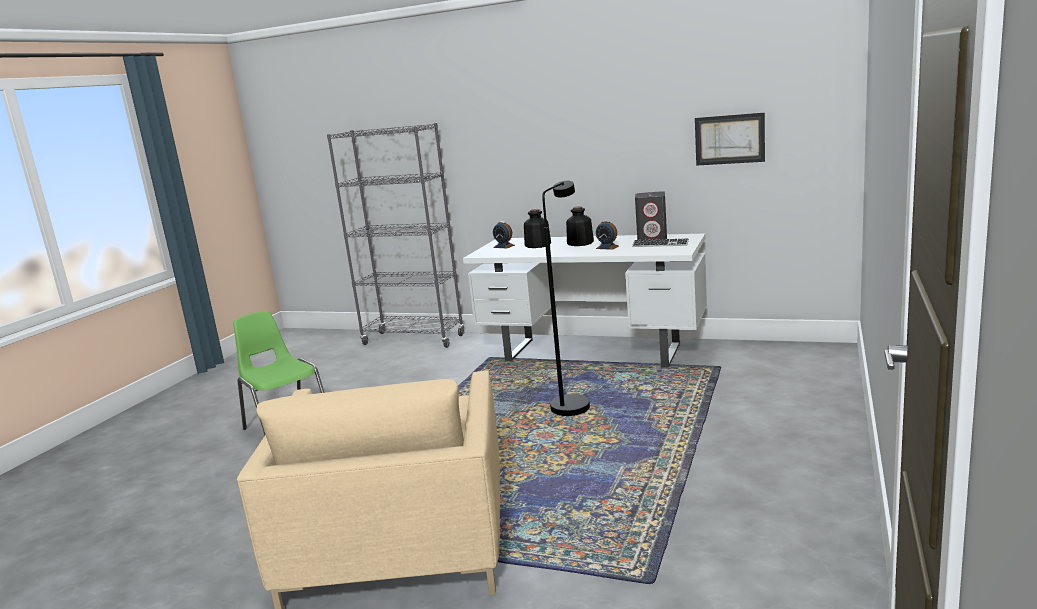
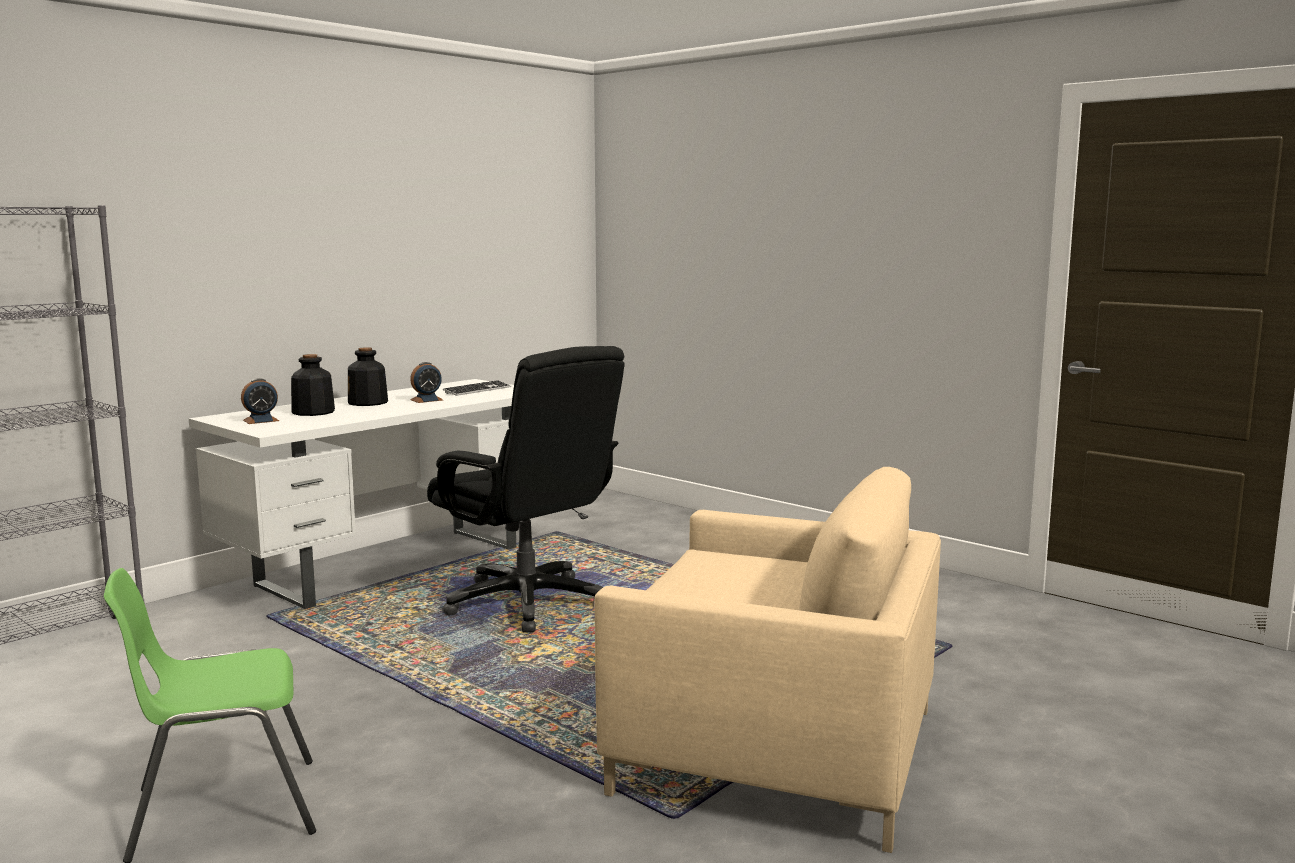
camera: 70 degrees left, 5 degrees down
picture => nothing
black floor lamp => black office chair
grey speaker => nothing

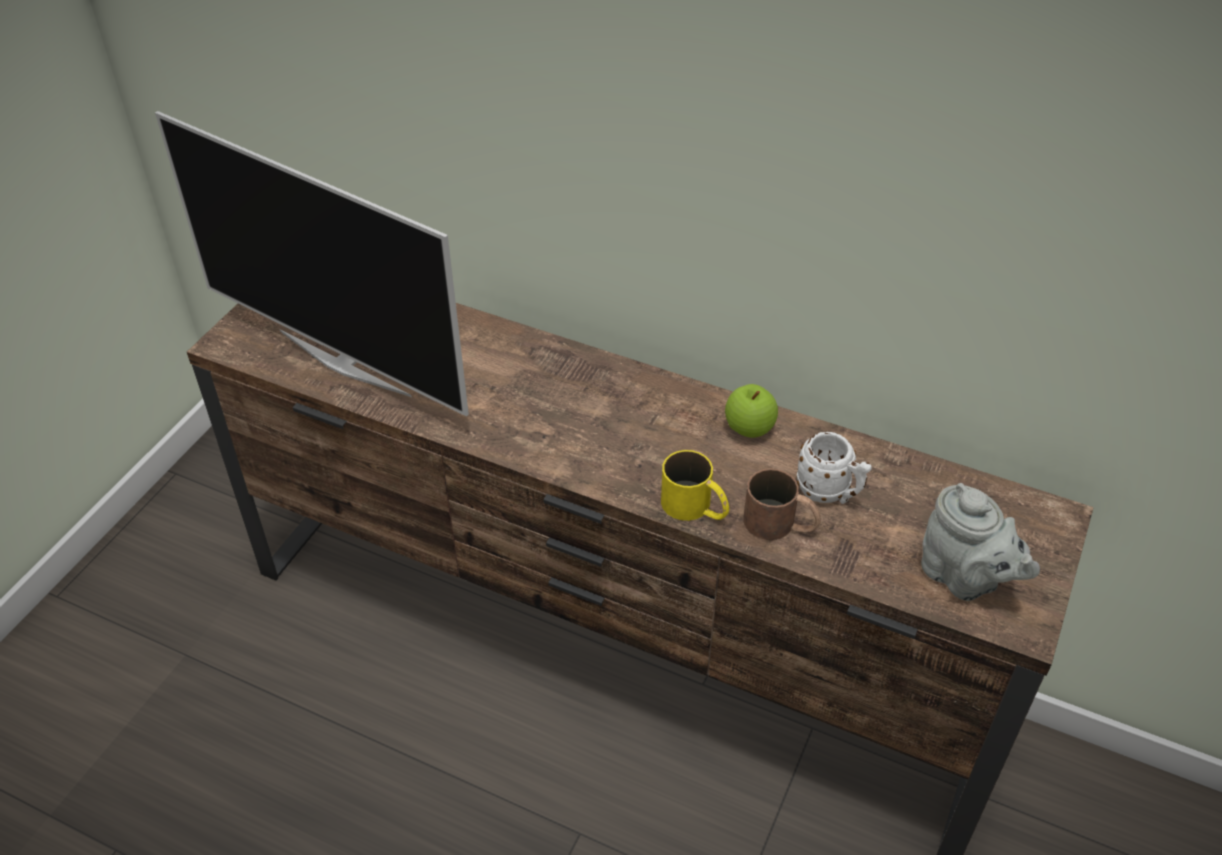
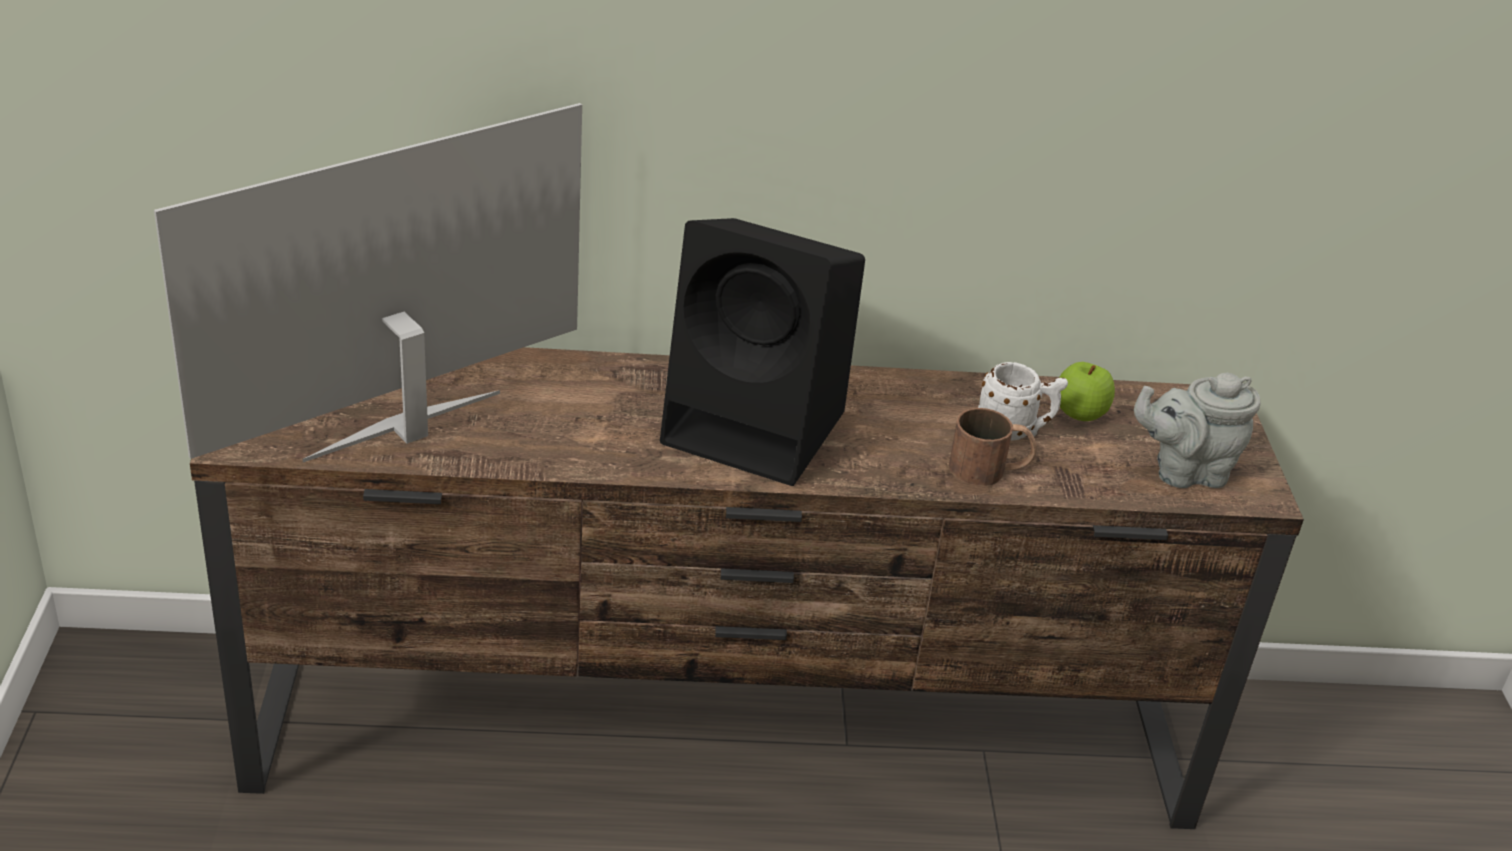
camera: 30 degrees left, 10 degrees down
television, 135 degrees clockwise
apple, move
yellow mug => nothing
grey teapot, 150 degrees clockwise
nothing => black speaker

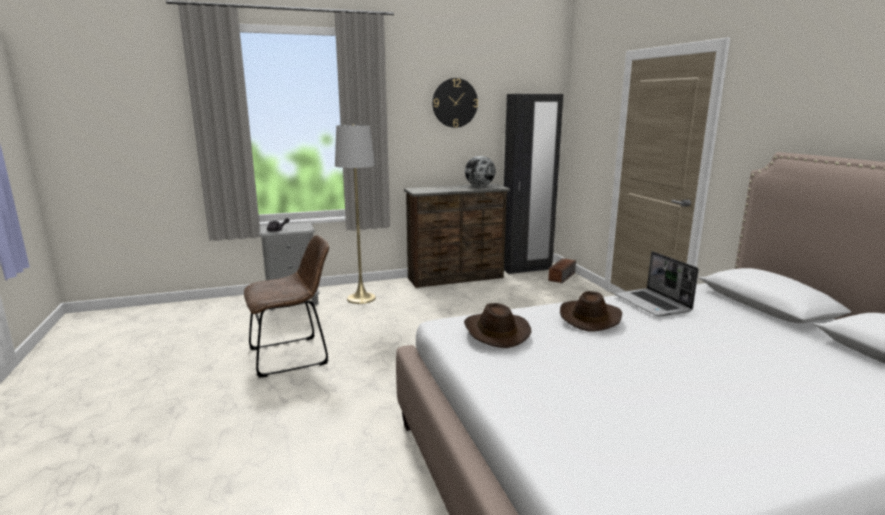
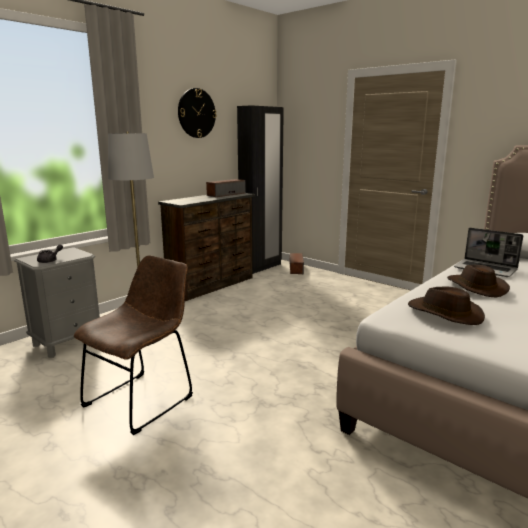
camera: 30 degrees left, 0 degrees up
globe => speaker (1st from left)

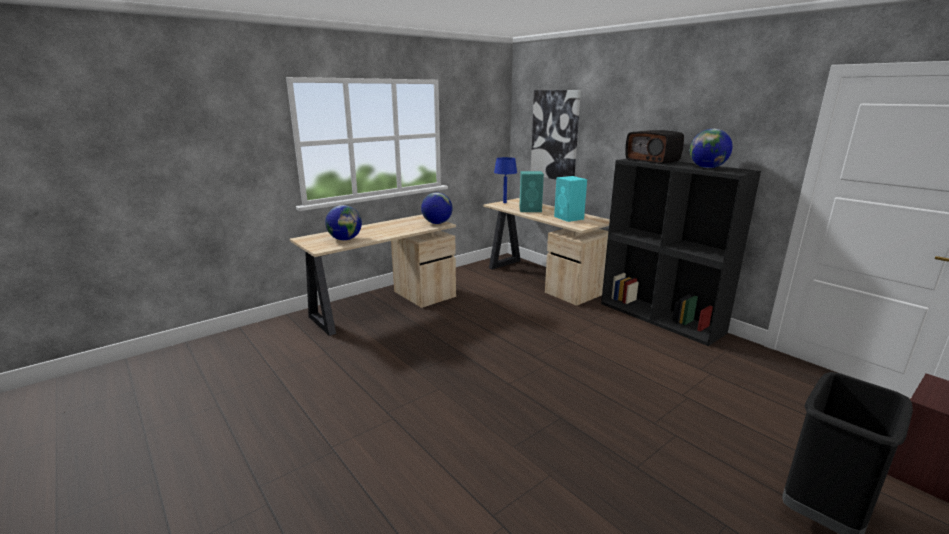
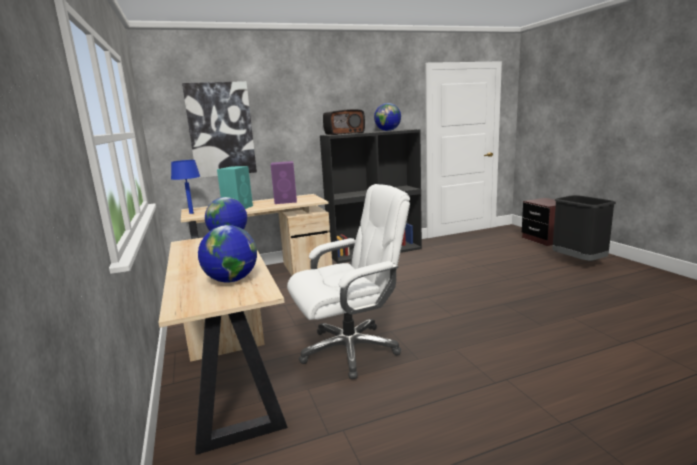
camera: 70 degrees left, 5 degrees down
turquoise speaker (2nd from left) => purple speaker
nothing => white office chair

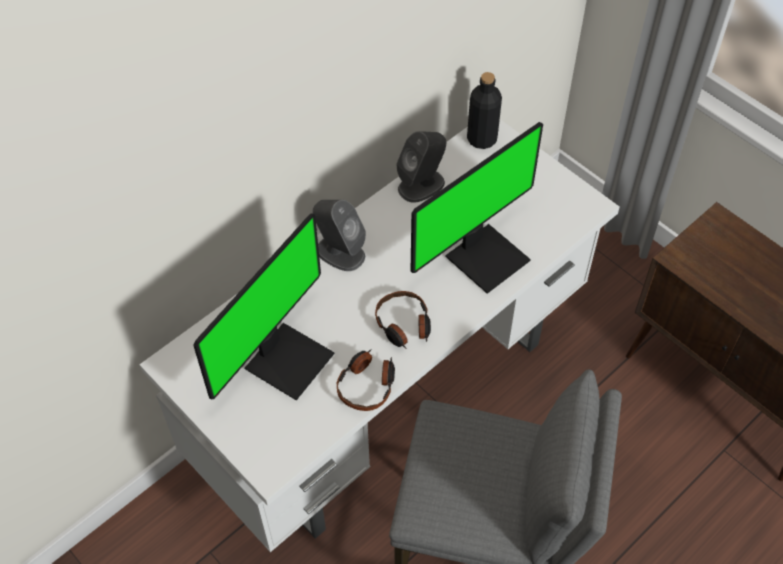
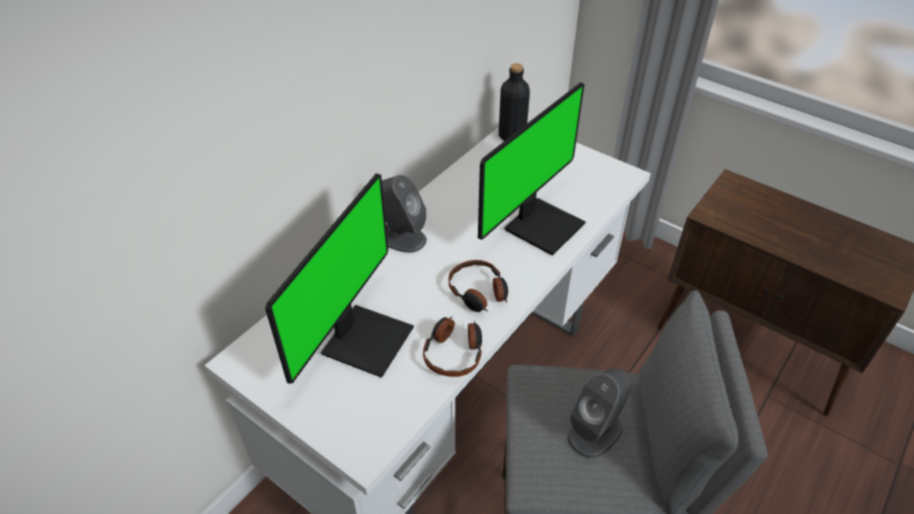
camera: 10 degrees left, 10 degrees down
grey speaker (2nd from left), move

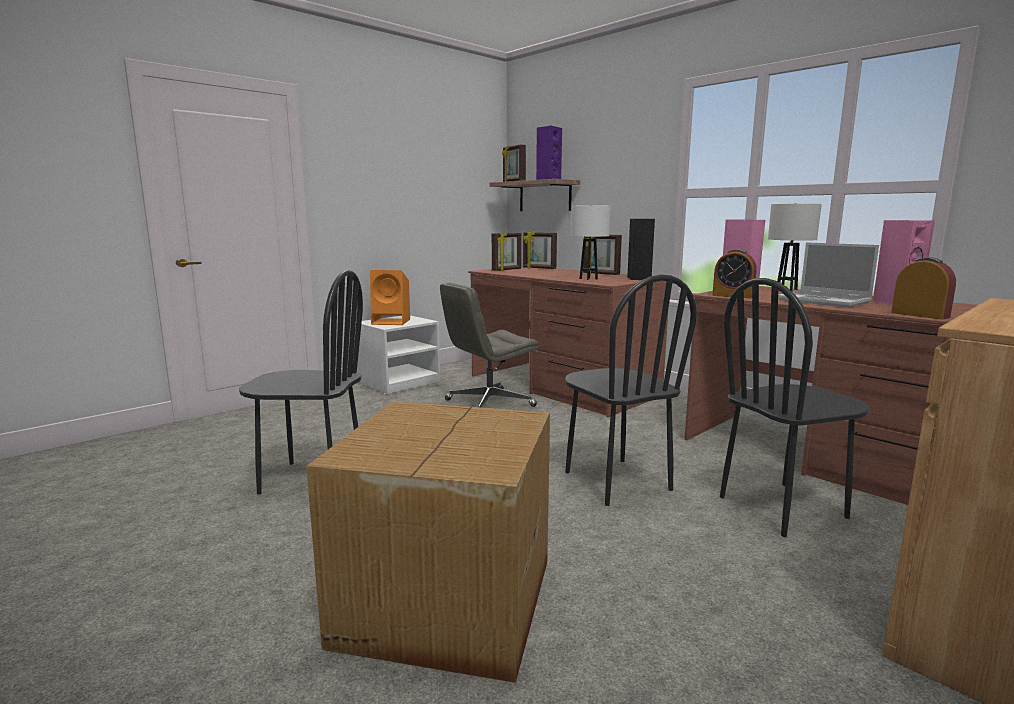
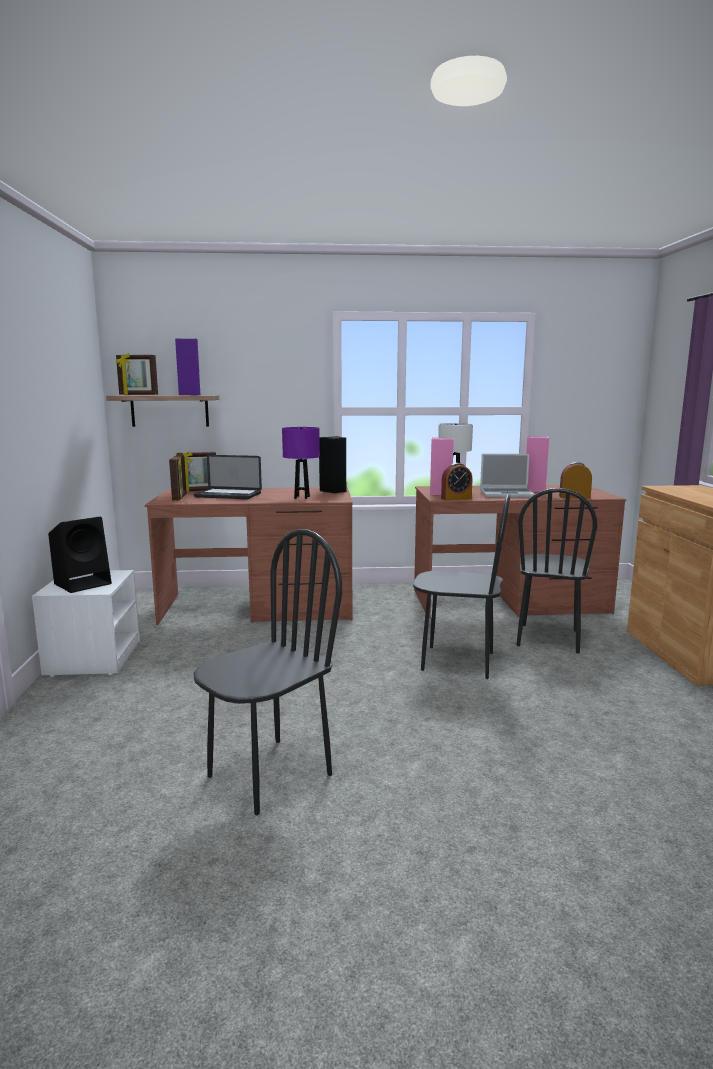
camera: 50 degrees left, 0 degrees up
white table lamp (1st from left) => purple table lamp
picture frame (4th from left) => nothing
orange speaker => black speaker (1st from left)
grey office chair => nothing
cardboard box => nothing
nothing => laptop (1st from left)

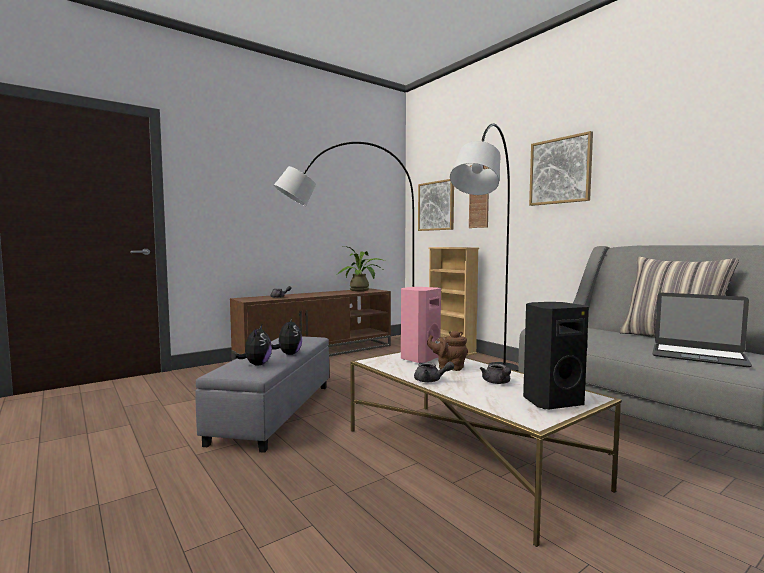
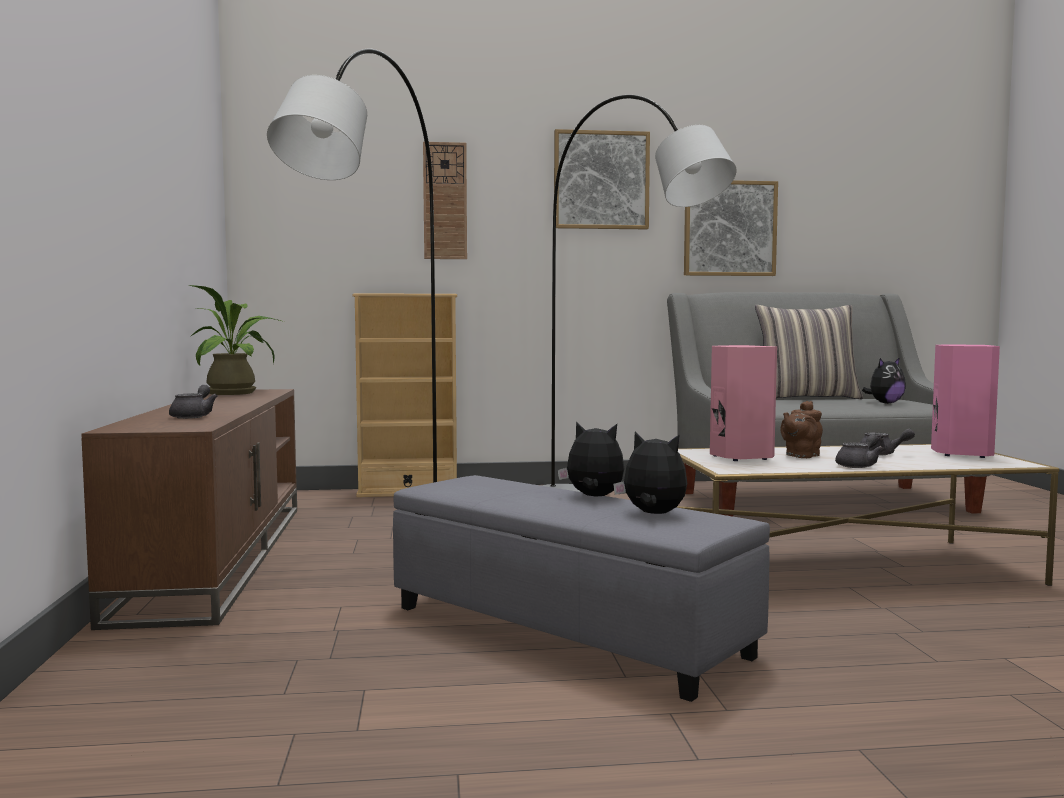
camera: 60 degrees left, 0 degrees up
picture (1st from left in the first image) => picture (2nd from left), move
laptop => plush toy (3rd from left)
black speaker => pink speaker (2nd from left)

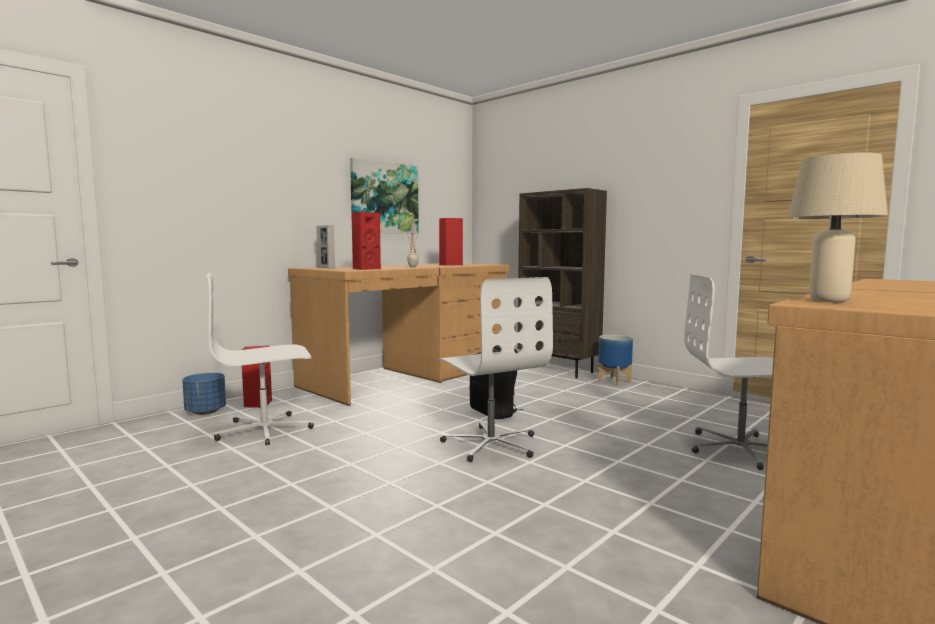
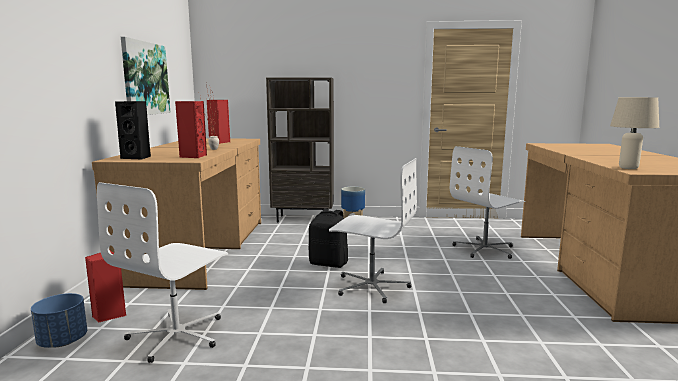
camera: 40 degrees left, 5 degrees up
picture frame => black speaker

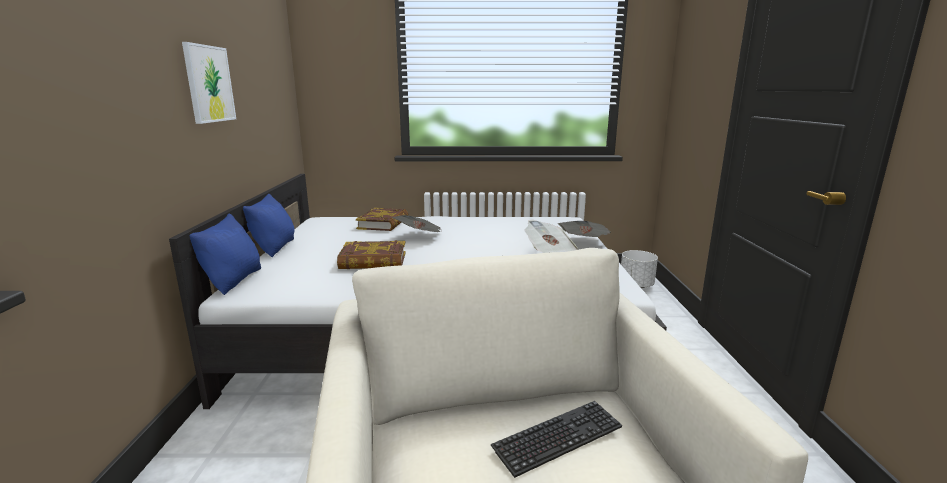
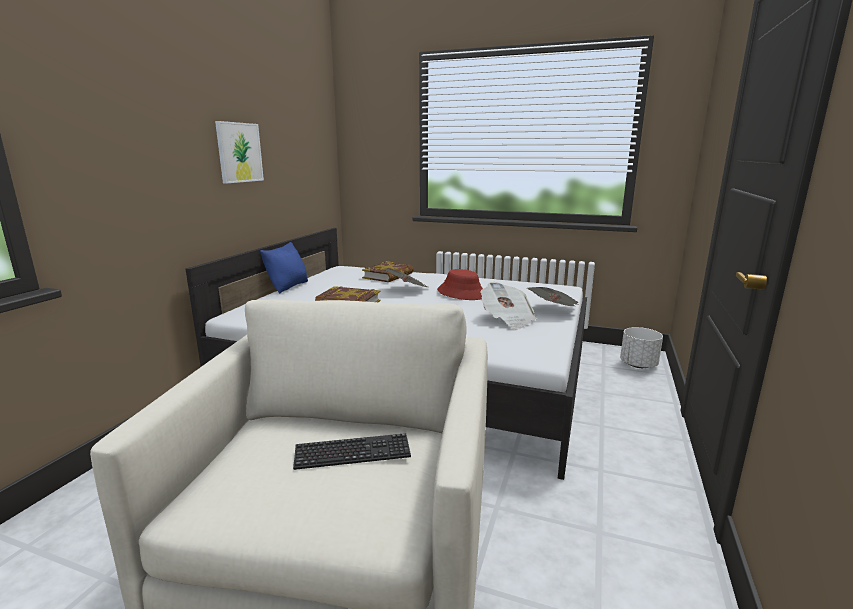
camera: 20 degrees right, 0 degrees up
blue pillow (1st from left) => nothing
nothing => red hat

